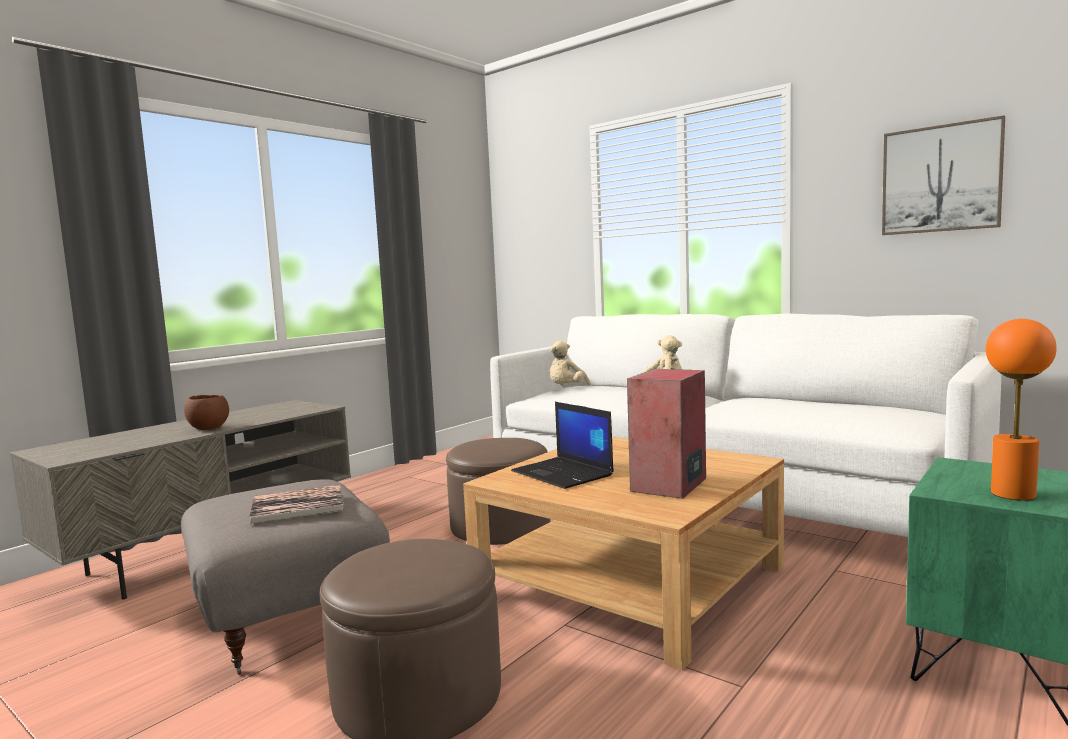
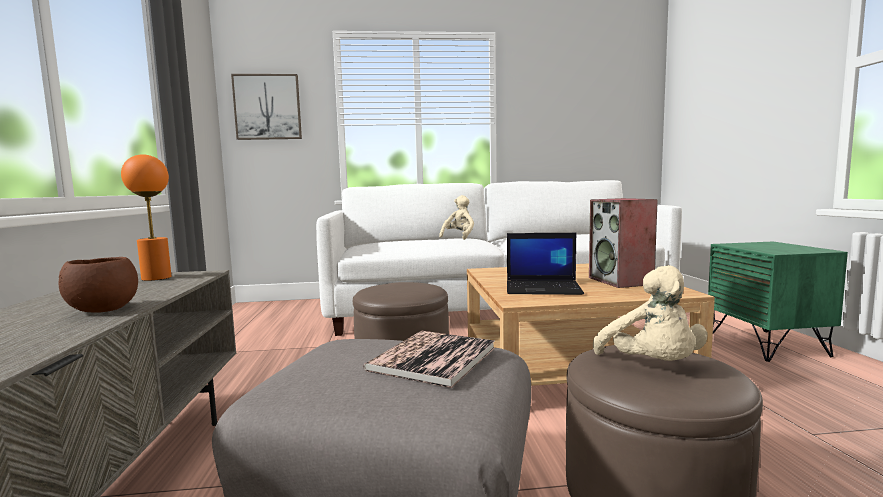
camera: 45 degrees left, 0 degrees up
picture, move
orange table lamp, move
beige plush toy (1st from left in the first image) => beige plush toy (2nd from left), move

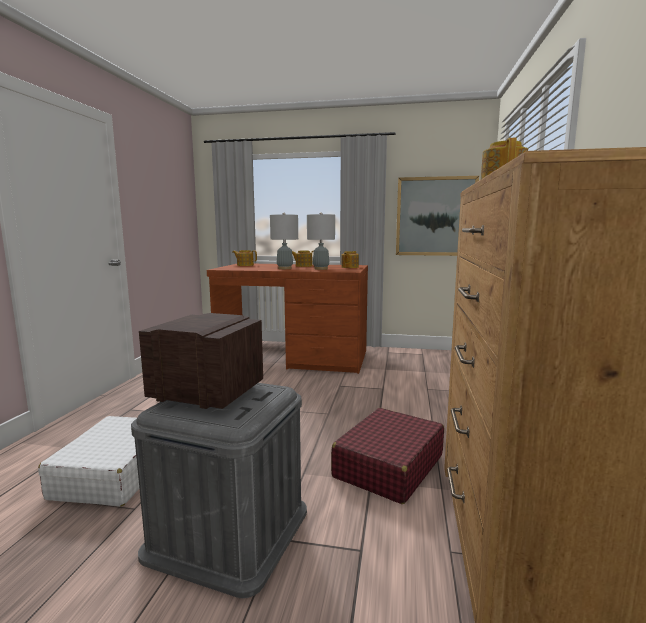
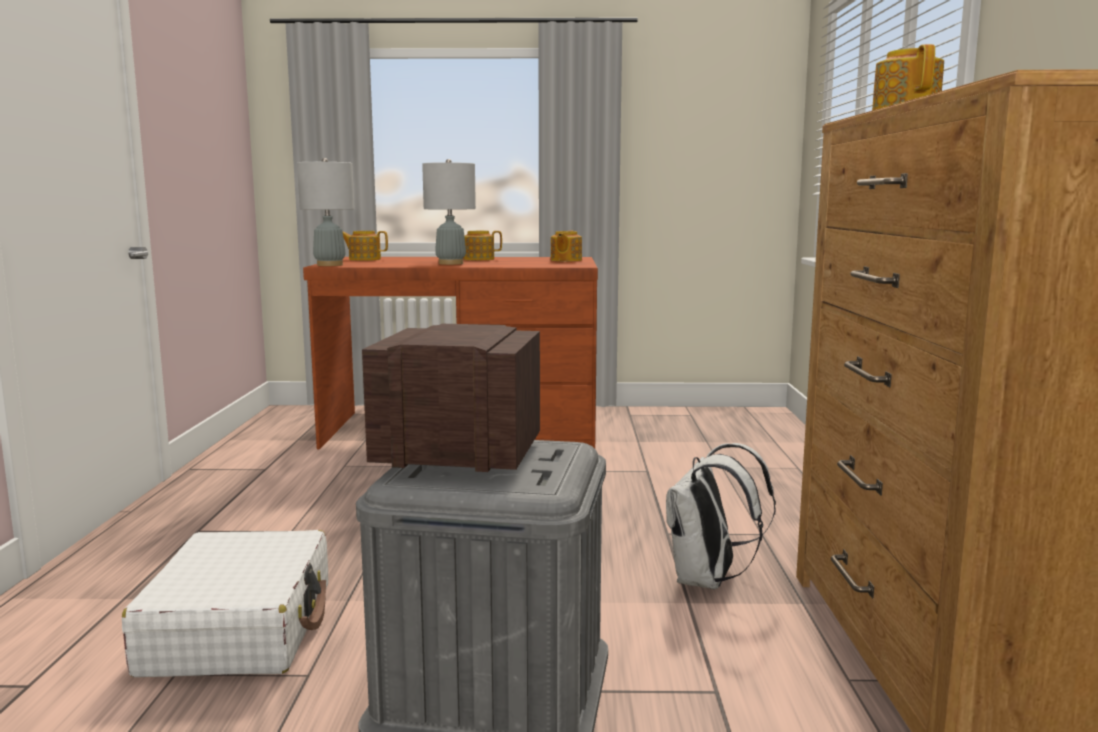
camera: 10 degrees left, 0 degrees up
picture => nothing
grey table lamp (2nd from left in the first image) => grey table lamp (1st from left), move
red suitcase => white backpack

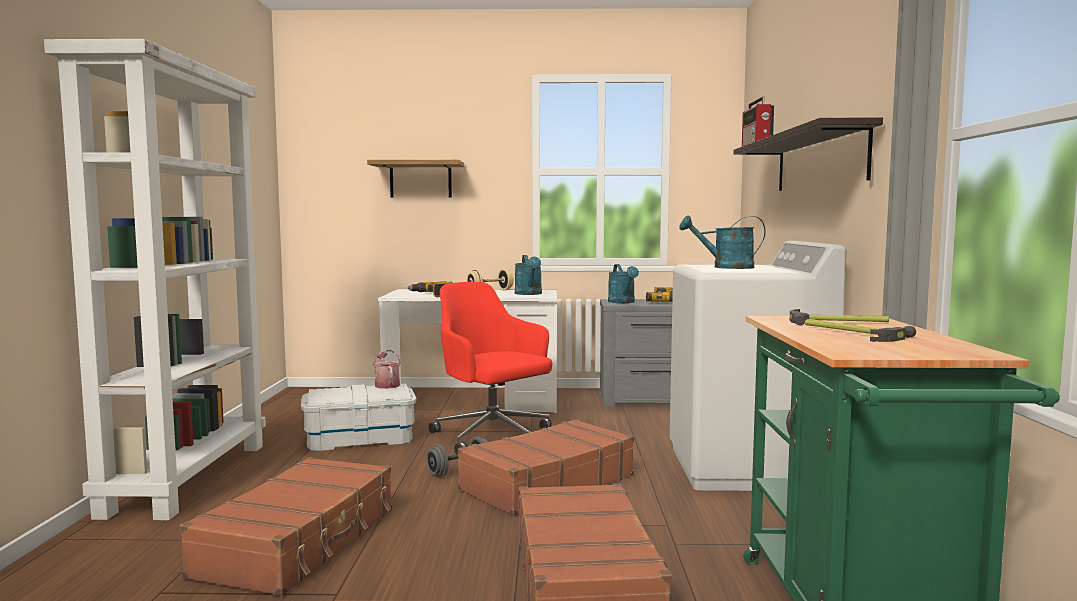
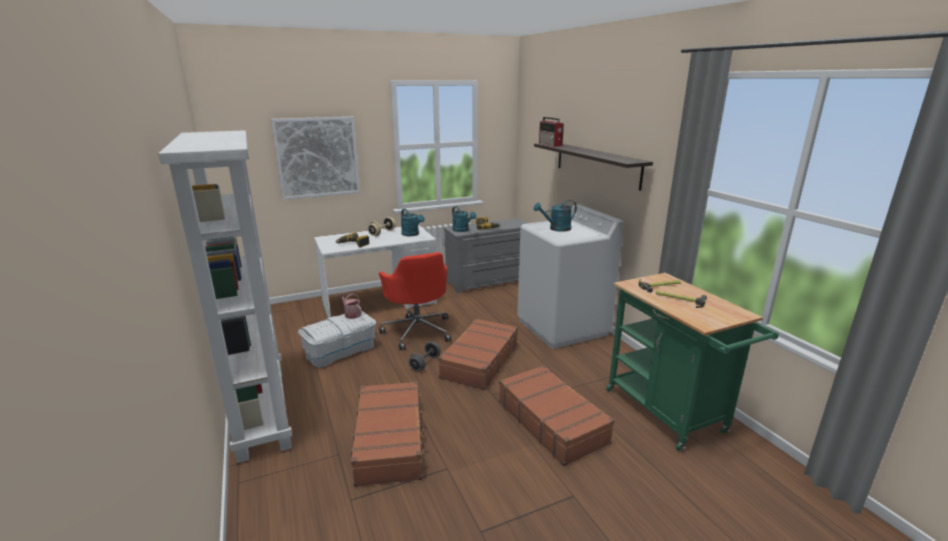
camera: 25 degrees left, 15 degrees up
shelf (1st from left) => picture
red office chair, 135 degrees counterclockwise

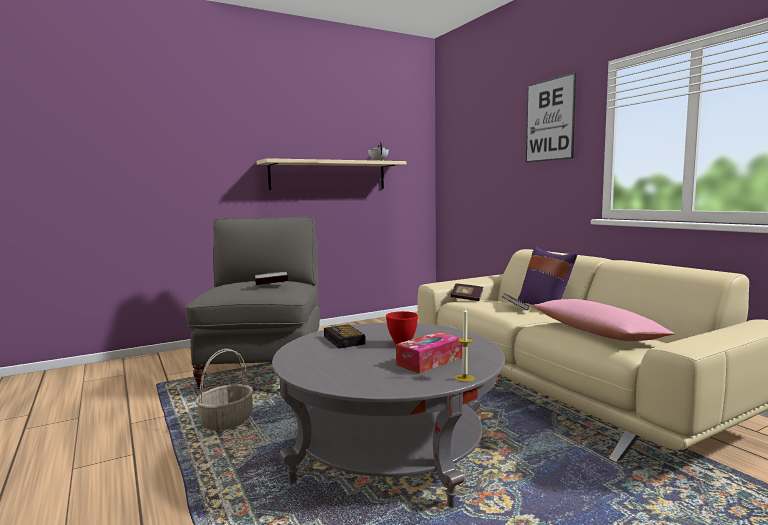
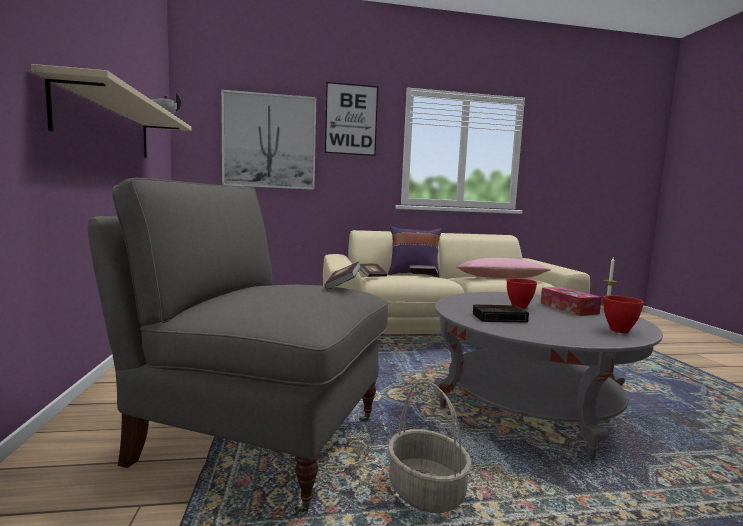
camera: 70 degrees left, 0 degrees up
nothing => picture (1st from left)
nothing => red bowl (2nd from left)

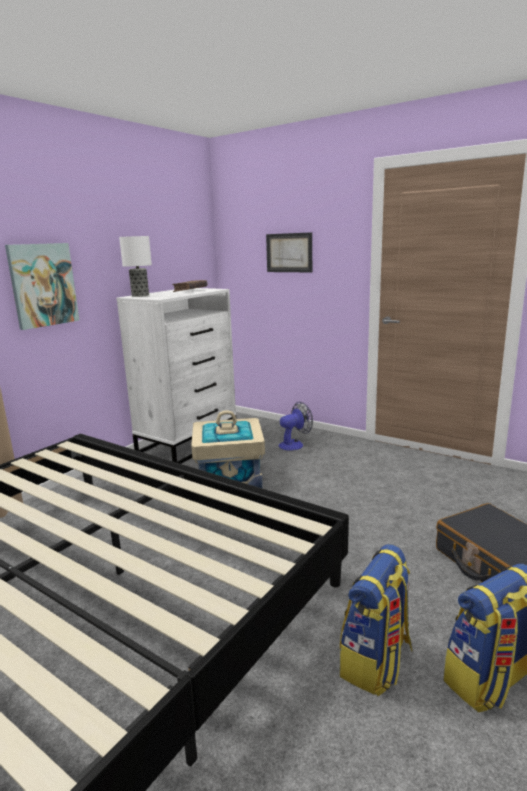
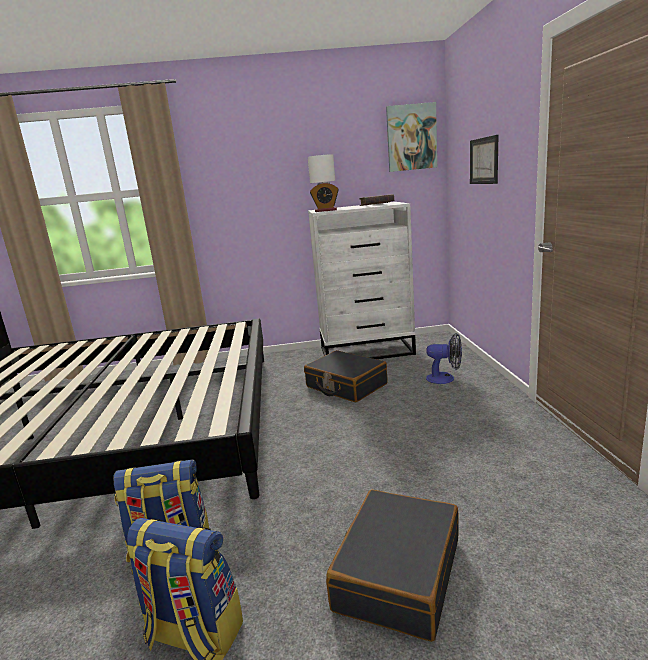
camera: 50 degrees right, 0 degrees up
picture (1st from left), move
beige storage box => black suitcase (1st from left)
nothing => alarm clock

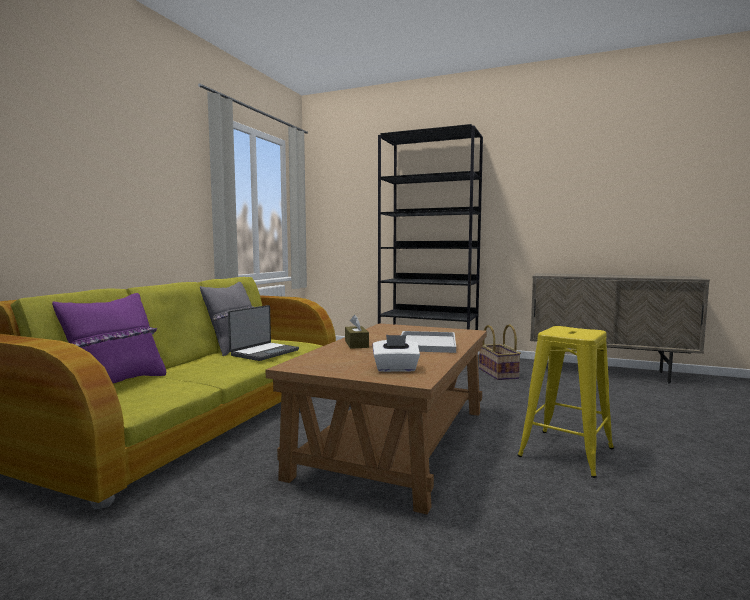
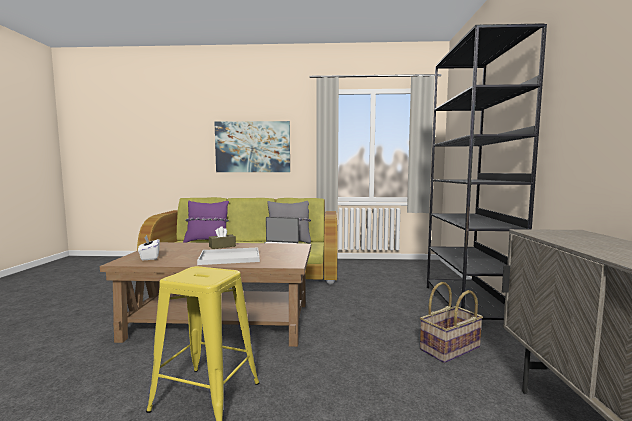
camera: 70 degrees right, 0 degrees up
nothing => picture

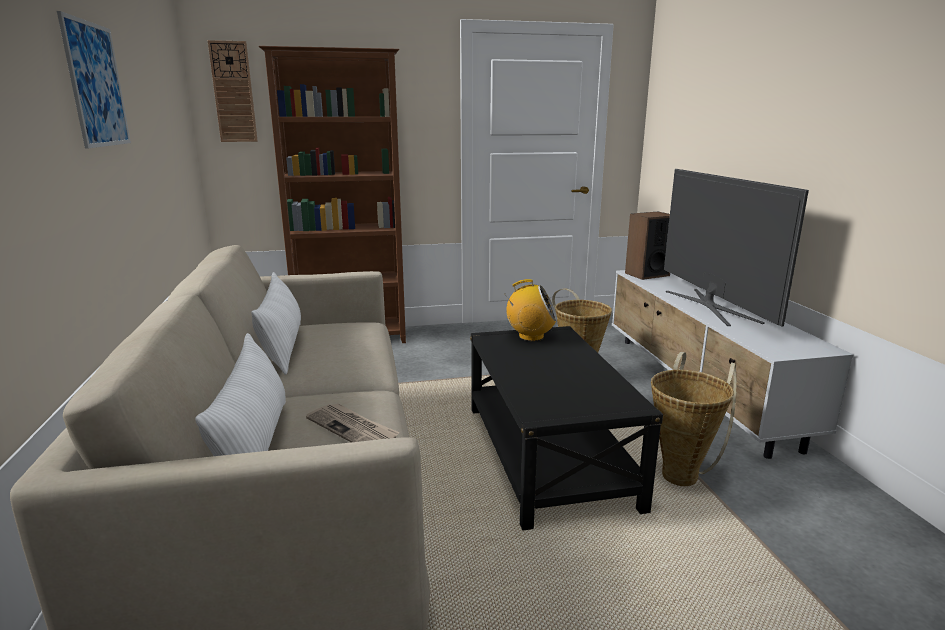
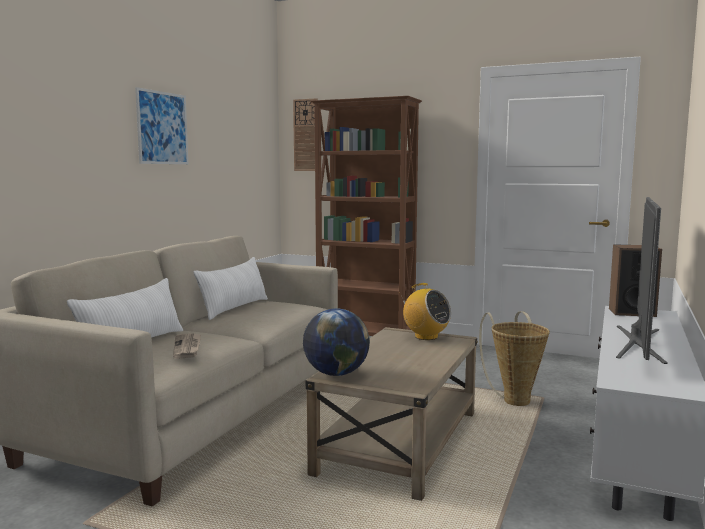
camera: 35 degrees right, 10 degrees down
black coffee table => beige coffee table
basket (2nd from left) => nothing
nothing => globe

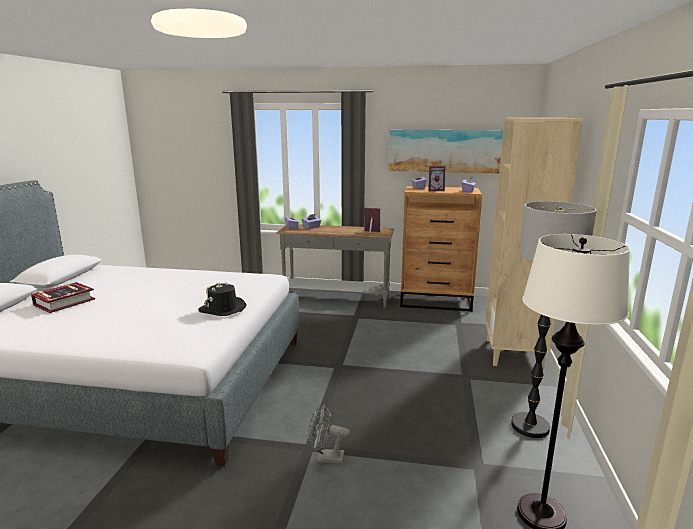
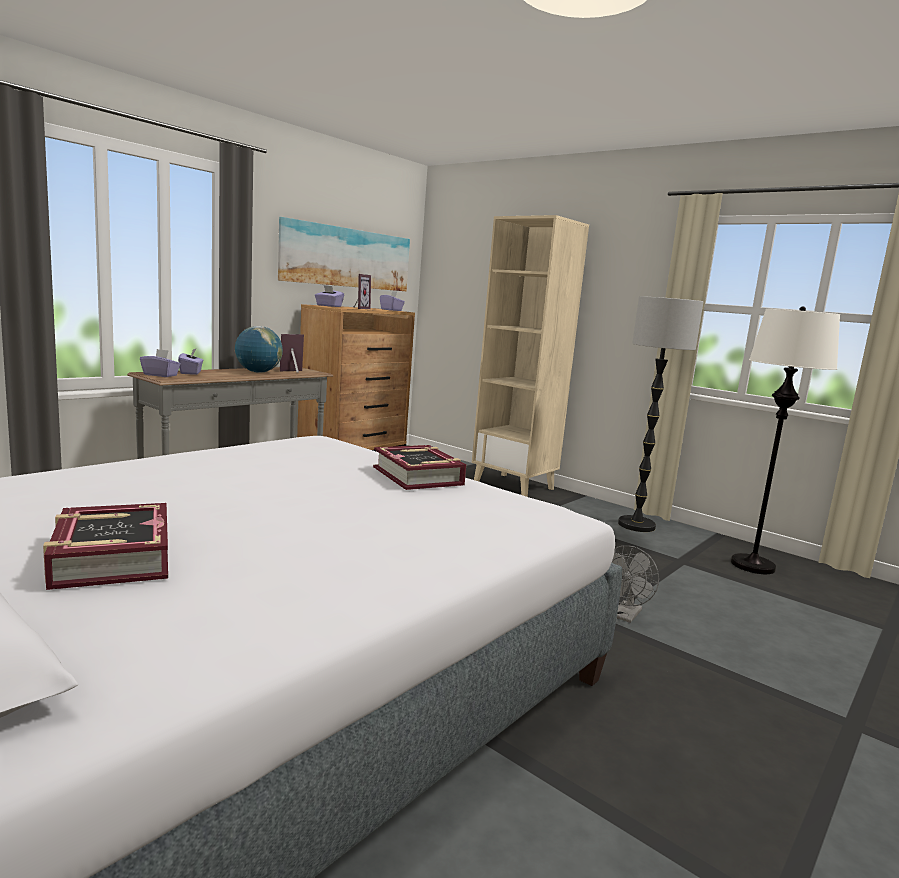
camera: 60 degrees left, 5 degrees down
black hat => book (2nd from left)
nothing => globe

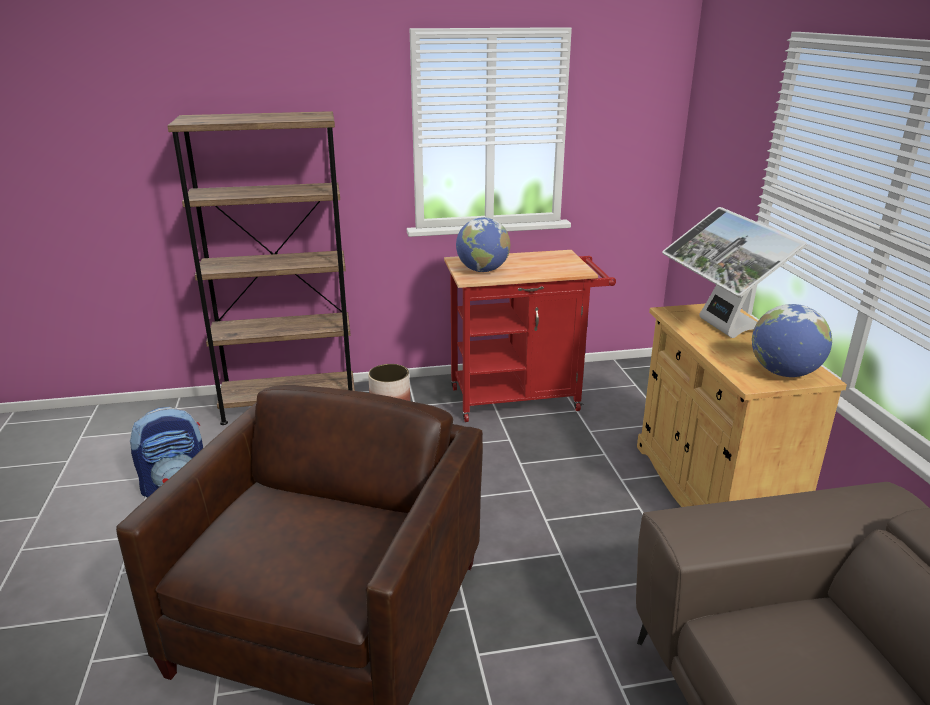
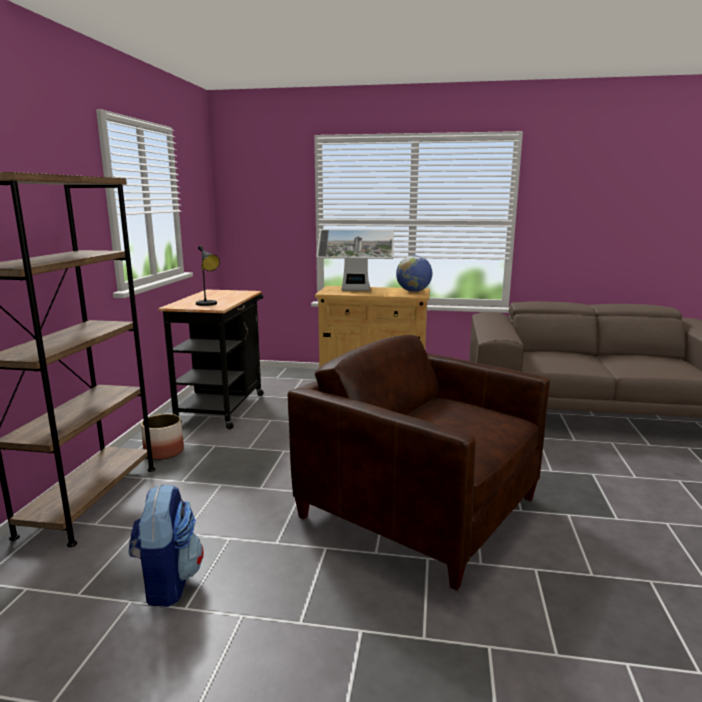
camera: 70 degrees left, 10 degrees down
globe (1st from left) => black table lamp
red cart => black cart

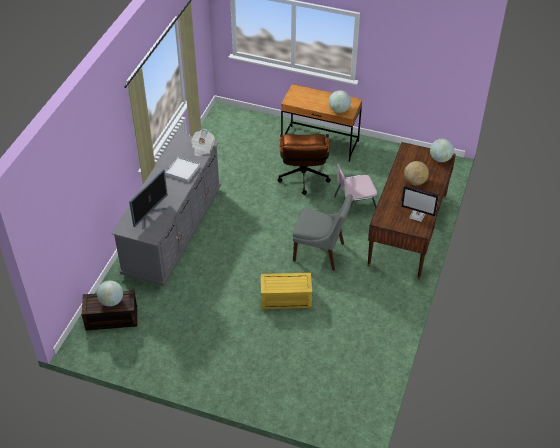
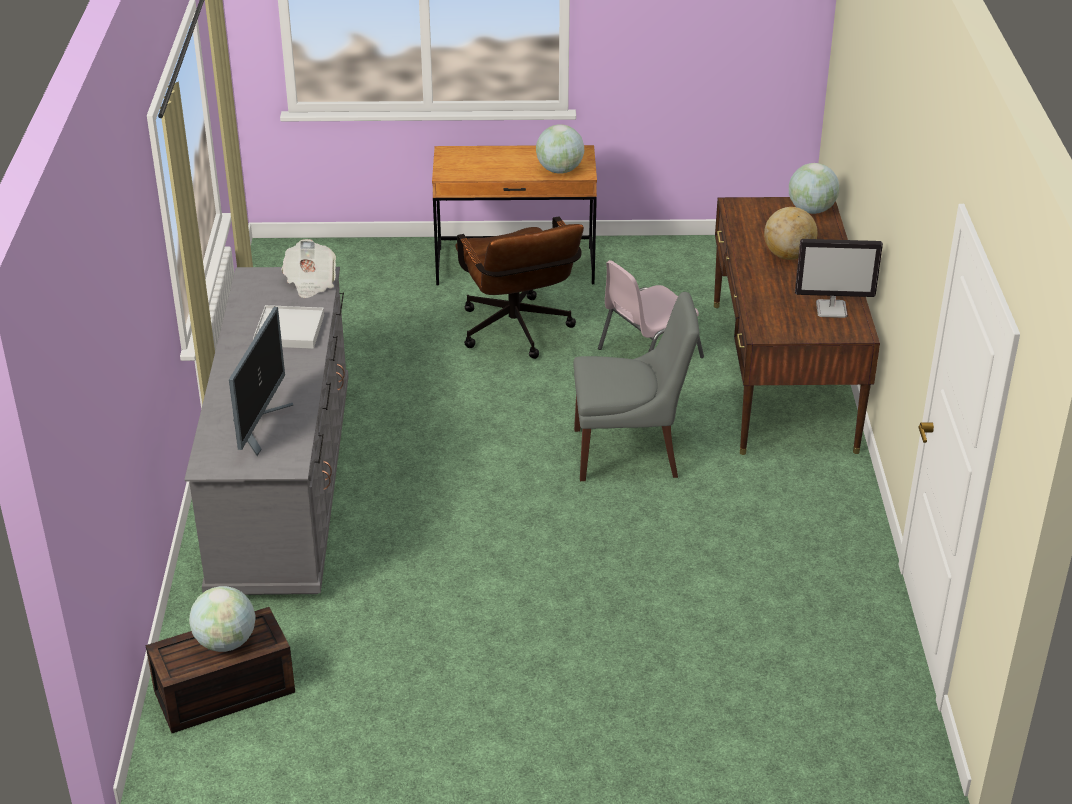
camera: 20 degrees left, 10 degrees down
yellow storage box => nothing

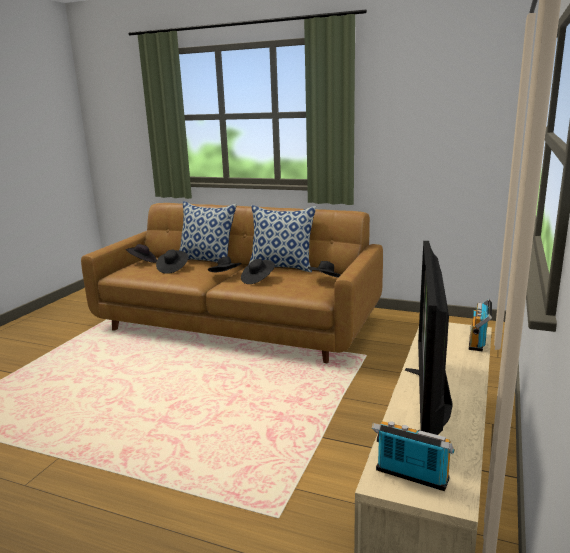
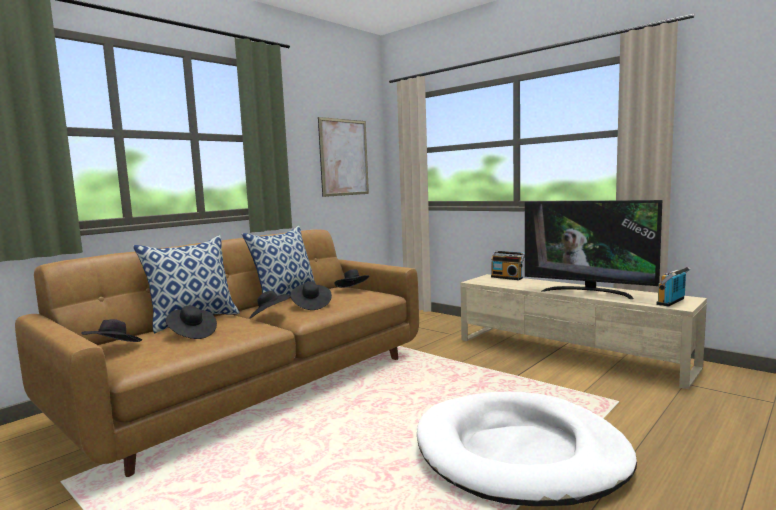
camera: 70 degrees left, 10 degrees down
nothing => picture
nothing => white dog bed

